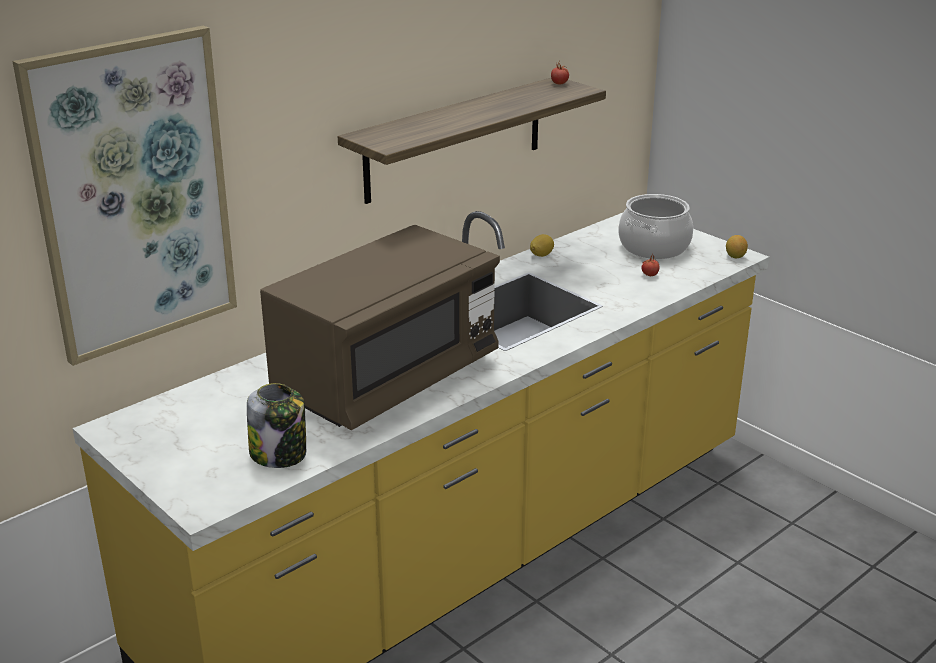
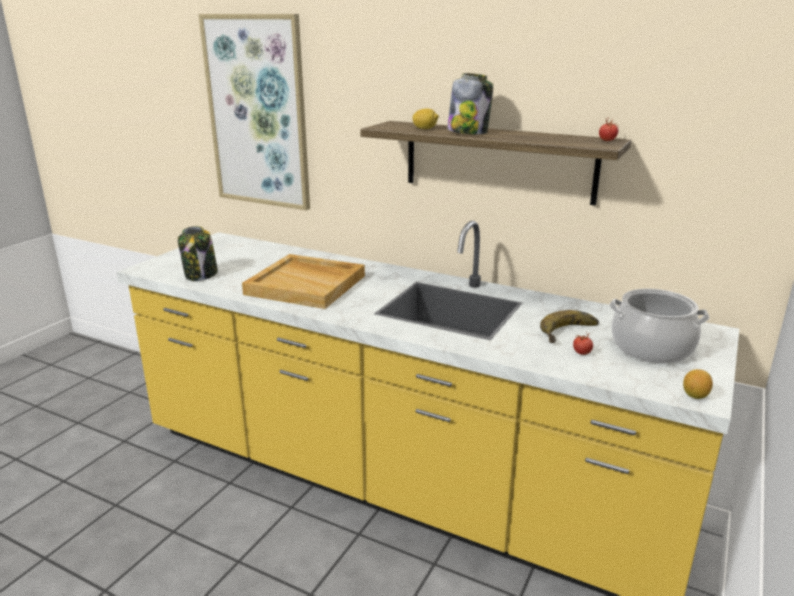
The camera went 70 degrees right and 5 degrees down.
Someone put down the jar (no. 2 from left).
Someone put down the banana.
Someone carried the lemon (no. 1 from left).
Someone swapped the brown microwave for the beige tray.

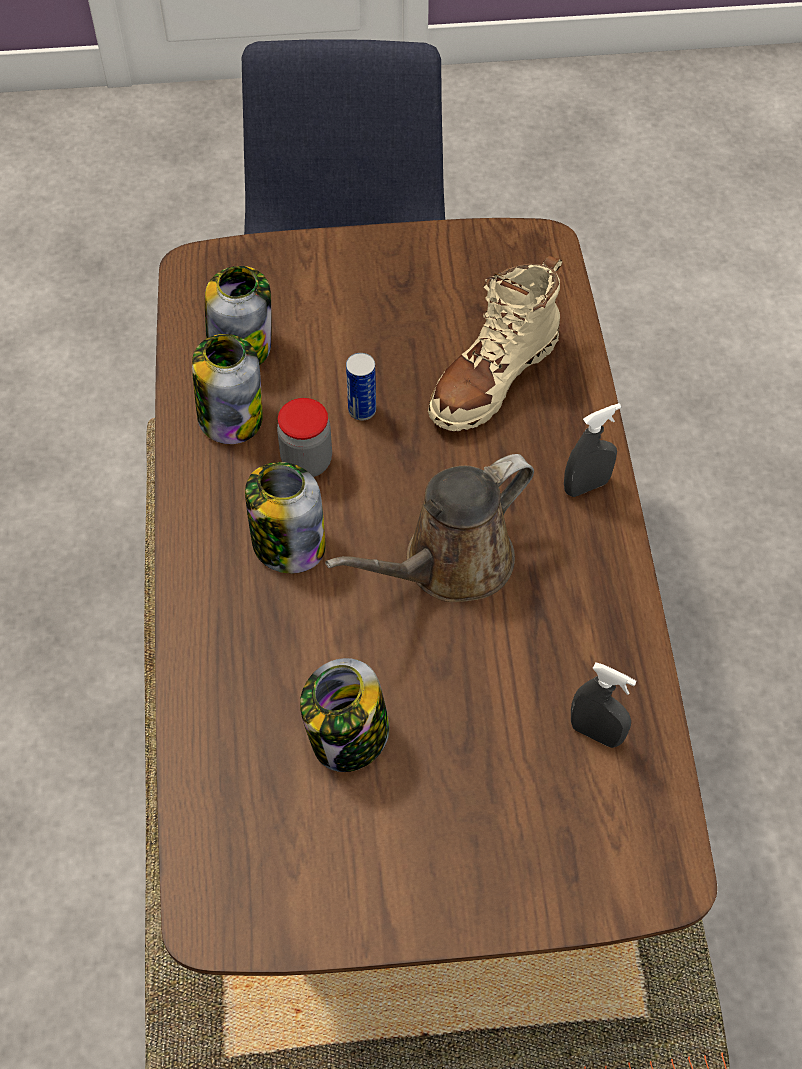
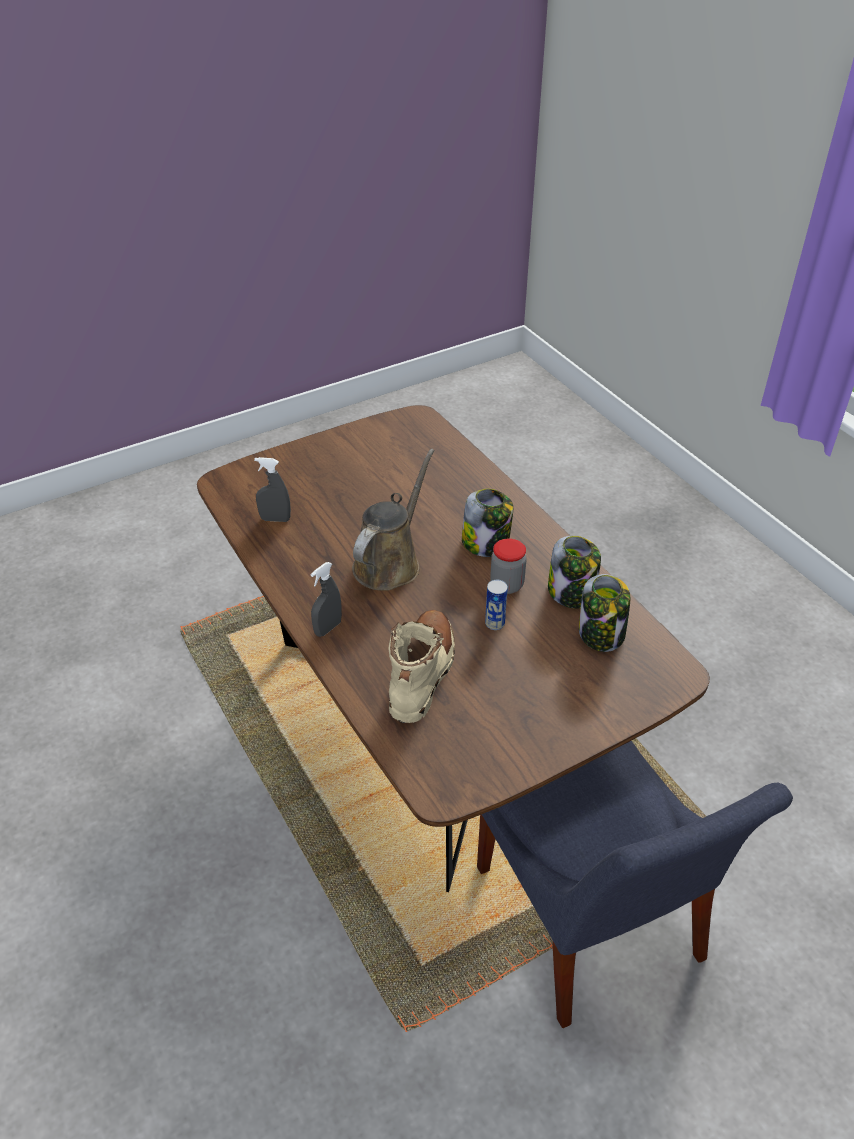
The camera went 155 degrees right and 15 degrees down.
Someone took away the jar (no. 5 from left).

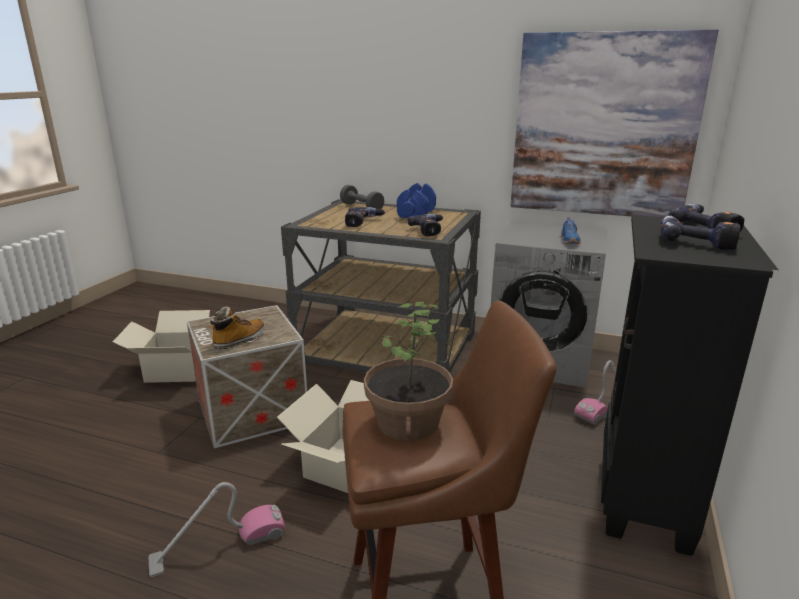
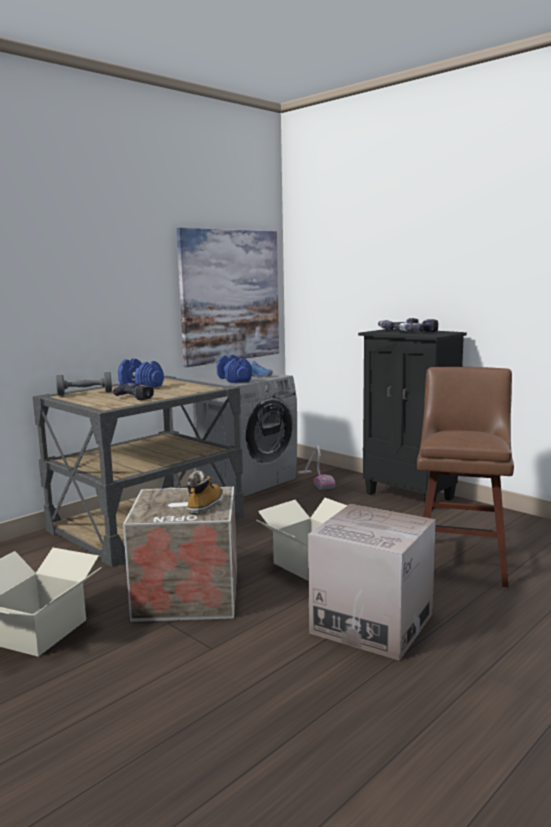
The camera went 65 degrees left and 10 degrees down.
Someone took away the potted plant.
Someone took away the power drill (no. 2 from left).
Someone put down the blue dumbbell (no. 2 from left).
Someone swapped the vacuum cleaner (no. 1 from left) for the cardboard box (no. 3 from left).
Someone rotated the boot by 45 degrees clockwise.

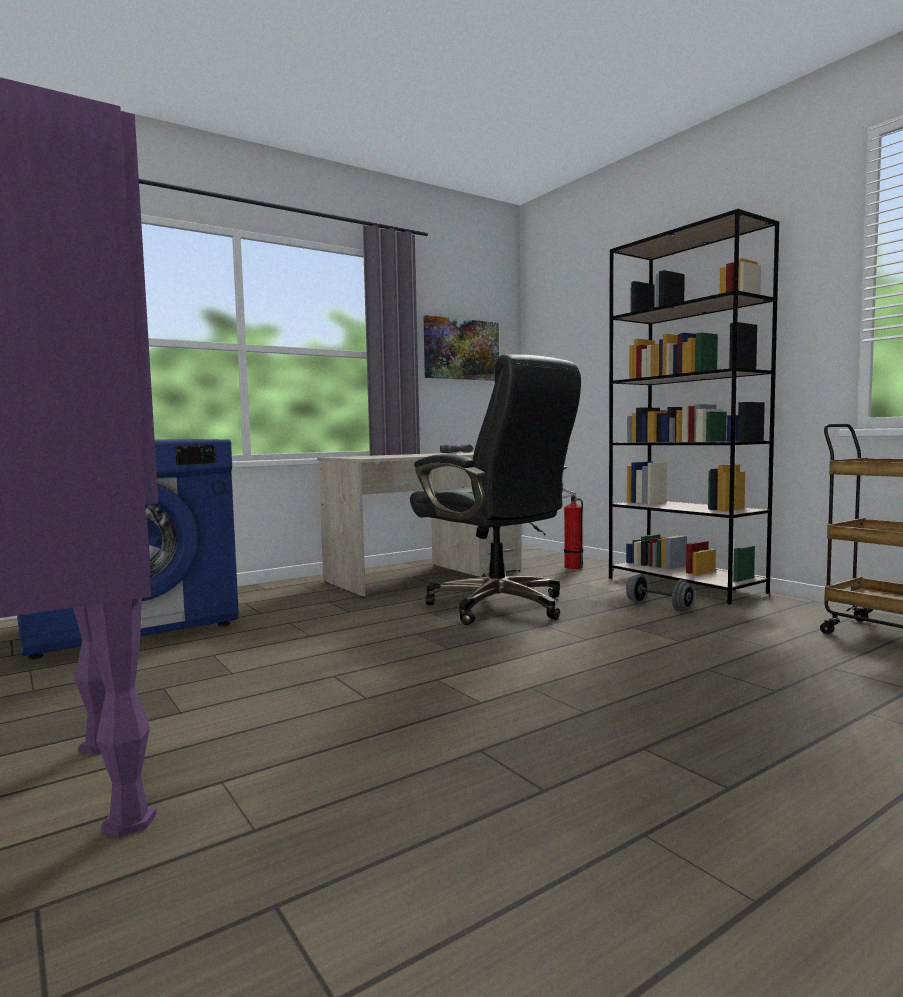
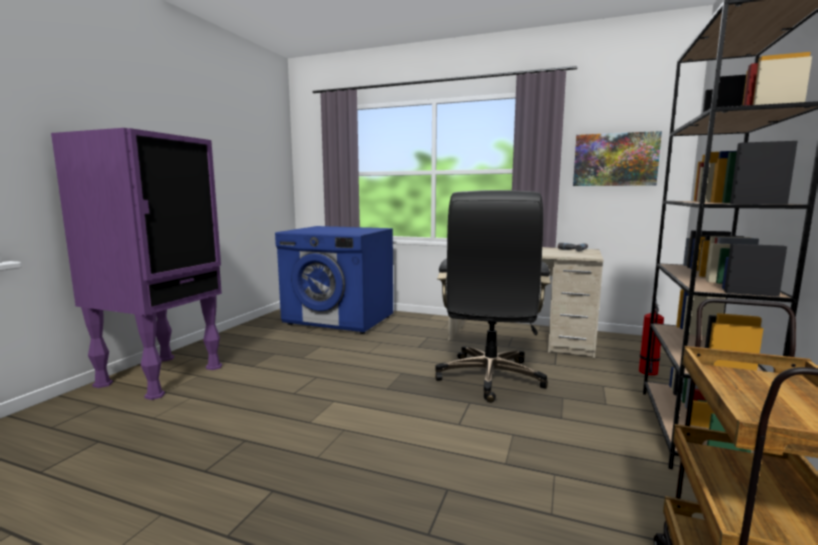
The camera went 55 degrees right and 5 degrees up.
Someone took away the grey dumbbell.

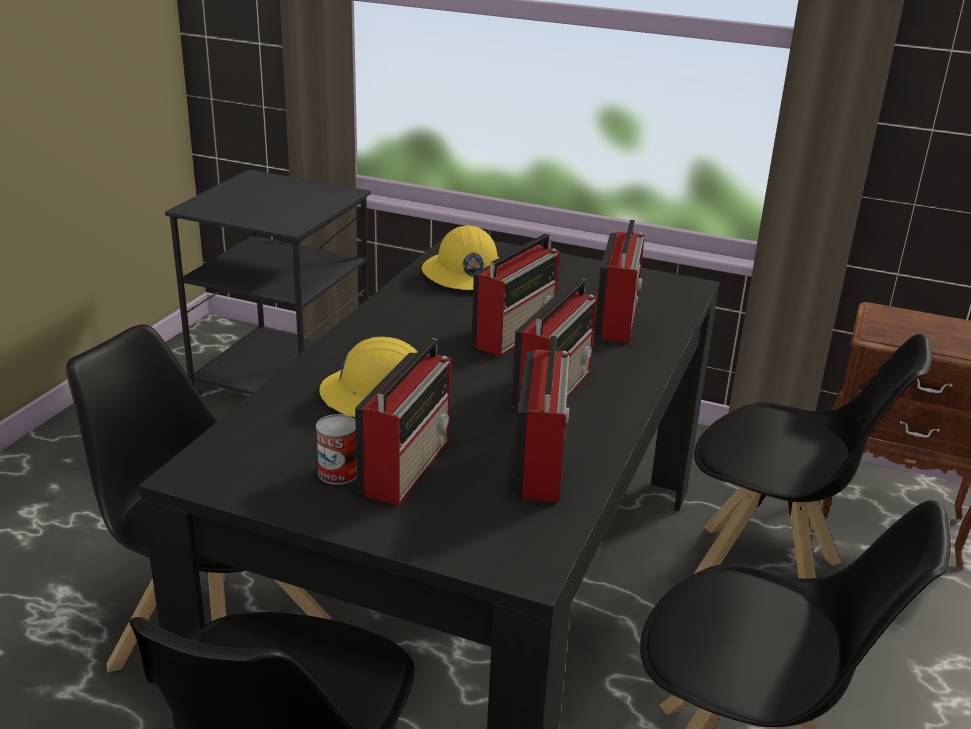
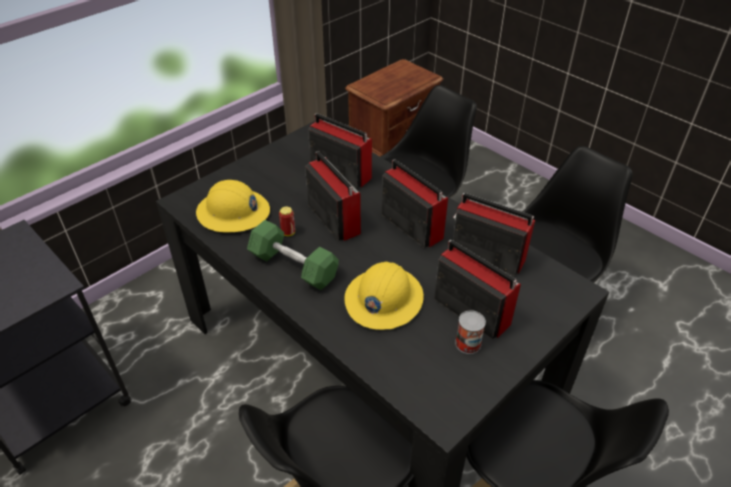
The camera went 65 degrees left and 15 degrees up.
Someone put down the green dumbbell.
Someone put down the can (no. 1 from left).

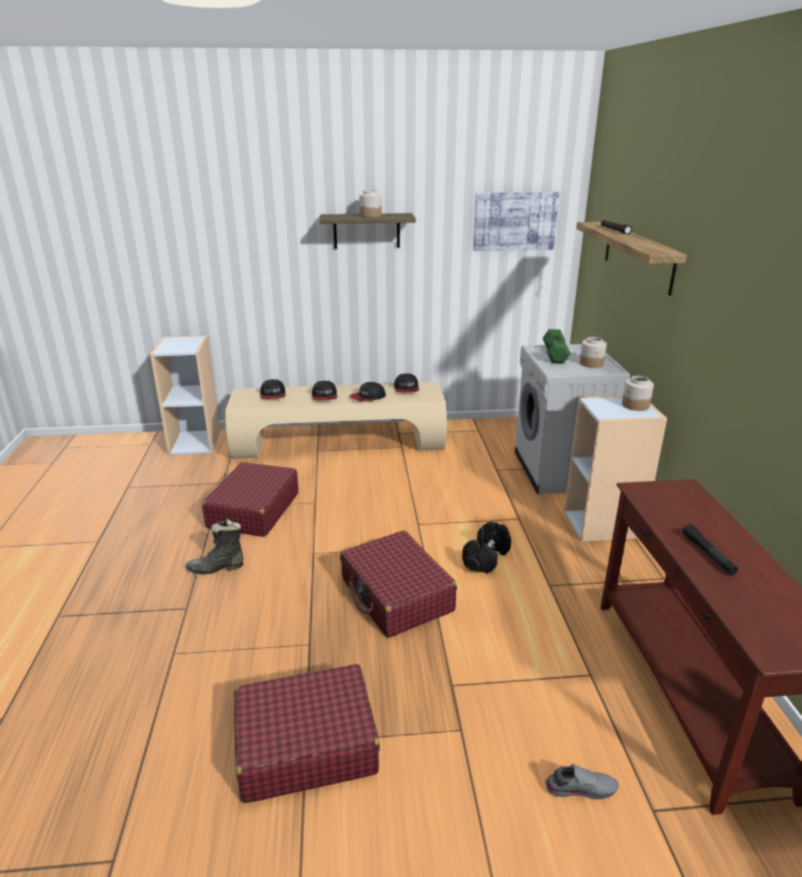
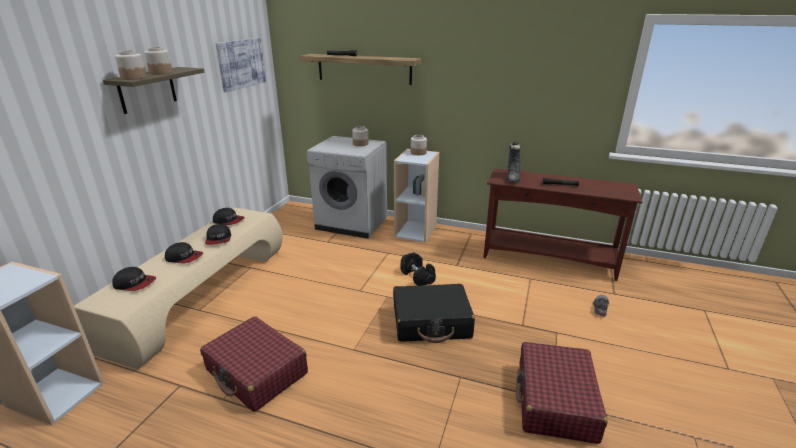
The camera went 65 degrees left and 0 degrees up.
Someone took away the green dumbbell.
Someone put down the jar (no. 1 from left).
Someone carried the black boot.
Someone repainted the red suitcase (no. 3 from left), which became the black suitcase.

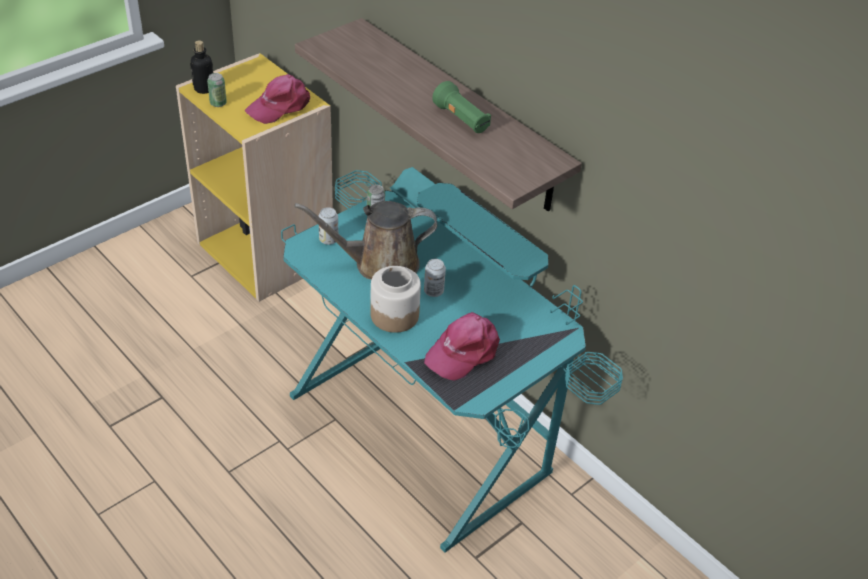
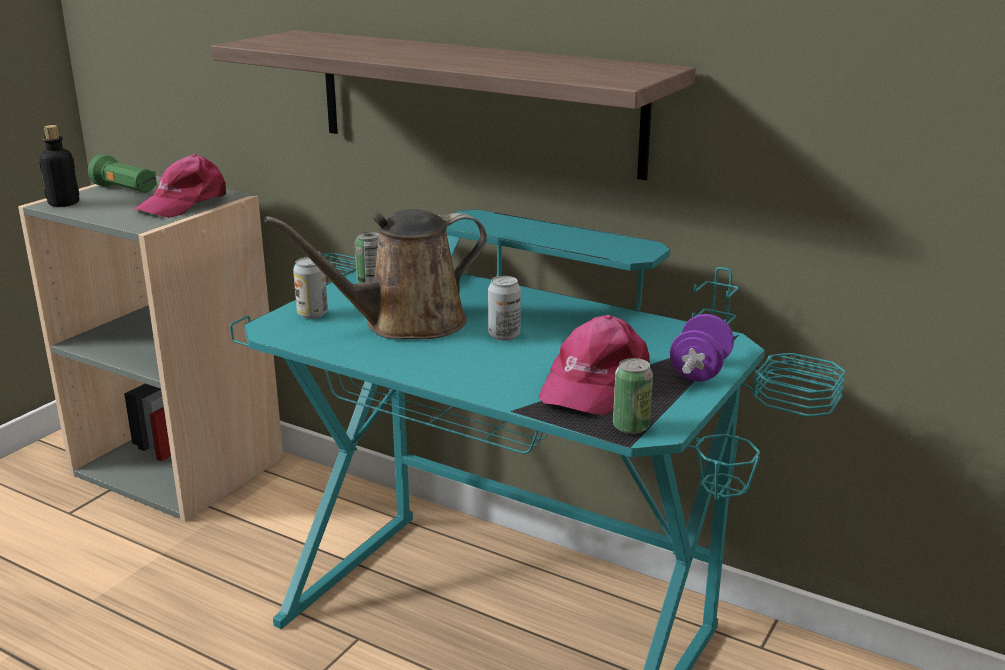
The camera went 15 degrees left and 20 degrees down.
Someone took away the jar.
Someone put down the purple dumbbell.
Someone carried the can (no. 1 from left in the first image).
Someone carried the green flashlight.
Someone repainted the yellow bookcase, which became the grey bookcase.

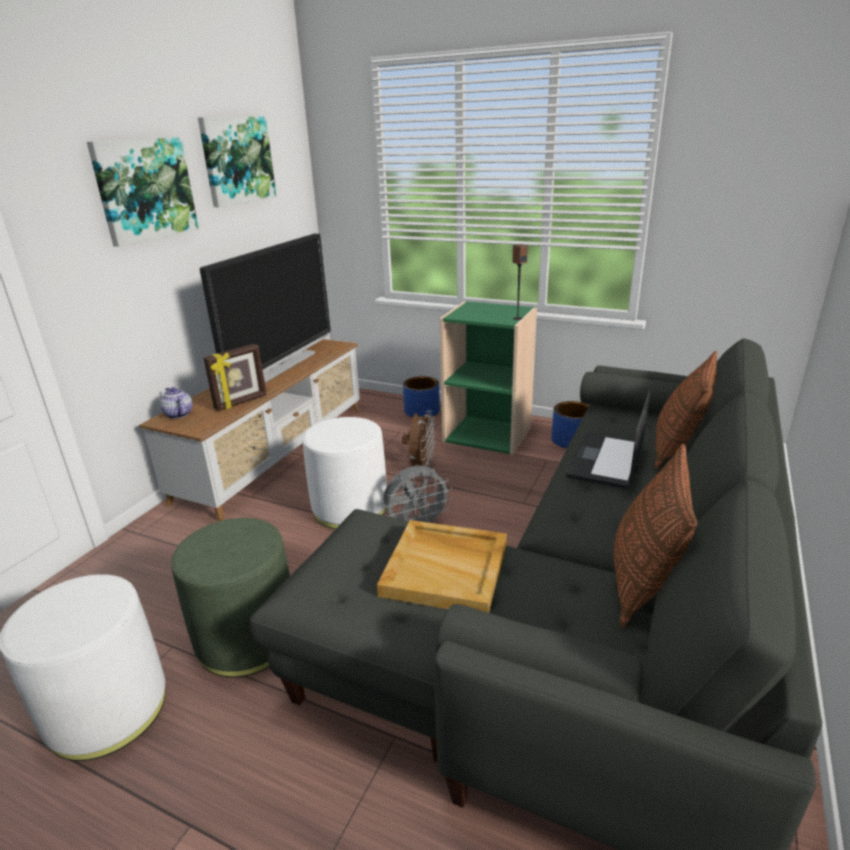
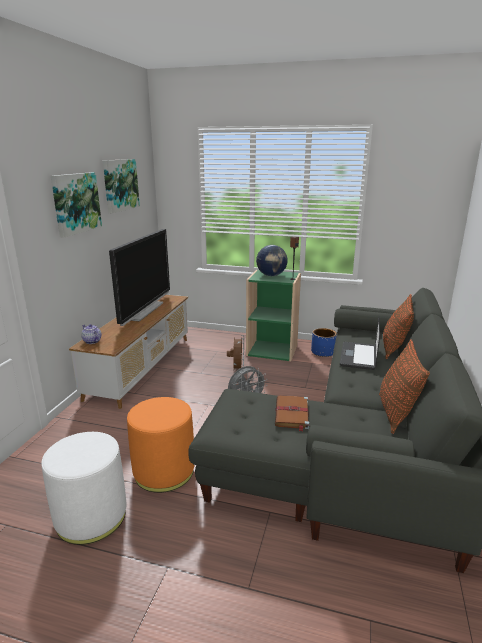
The camera went 10 degrees left and 5 degrees down.
Someone took away the picture frame.
Someone took away the white ottoman (no. 2 from left).
Someone took away the blue planter (no. 1 from left).
Someone put down the globe.
Someone swapped the beige tray for the brown book.
Someone repainted the green ottoman, which became the orange ottoman.

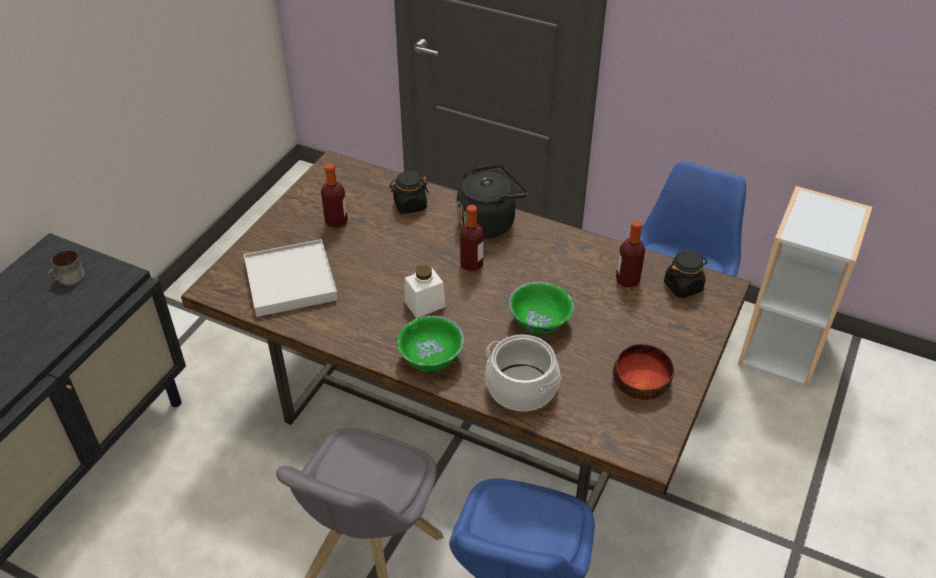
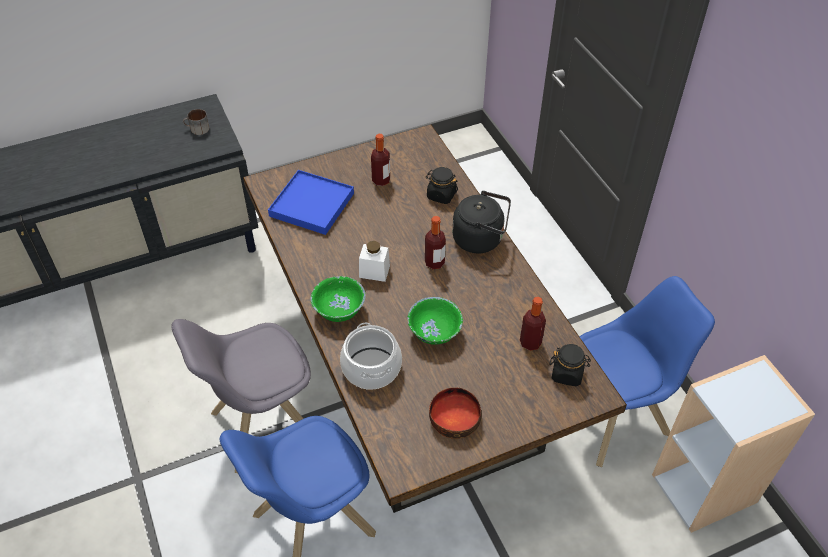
The camera went 40 degrees right and 5 degrees up.
Someone repainted the white tray, which became the blue tray.

